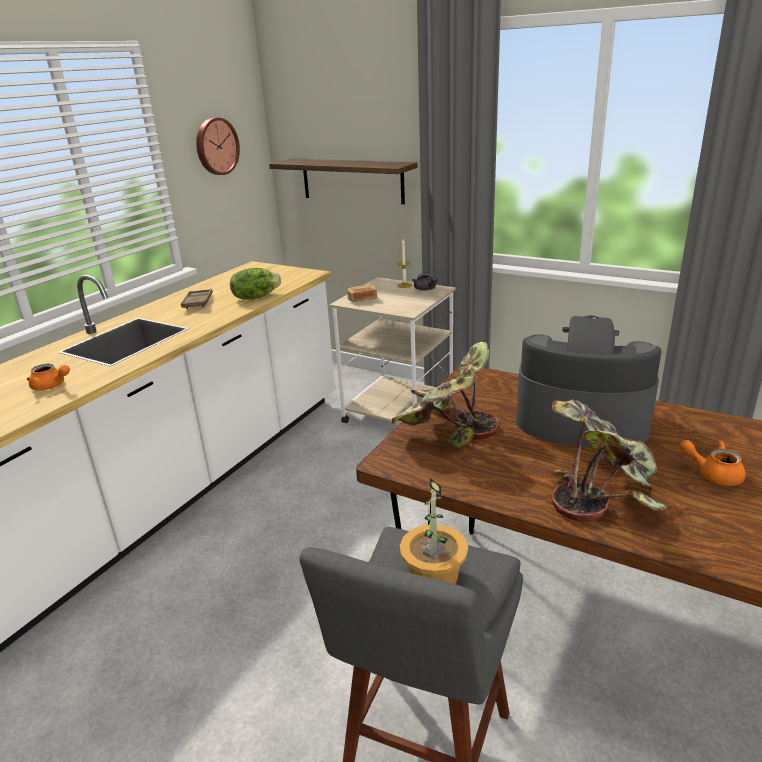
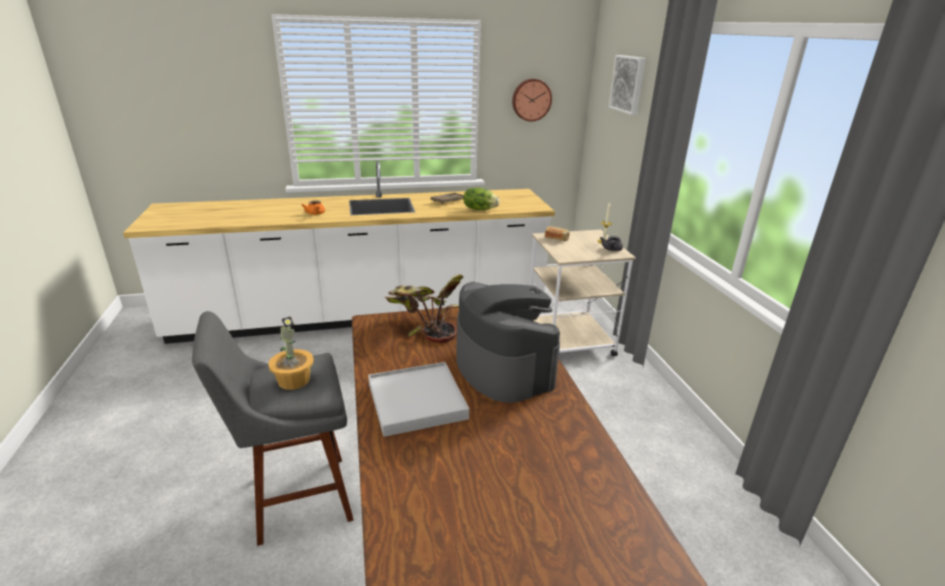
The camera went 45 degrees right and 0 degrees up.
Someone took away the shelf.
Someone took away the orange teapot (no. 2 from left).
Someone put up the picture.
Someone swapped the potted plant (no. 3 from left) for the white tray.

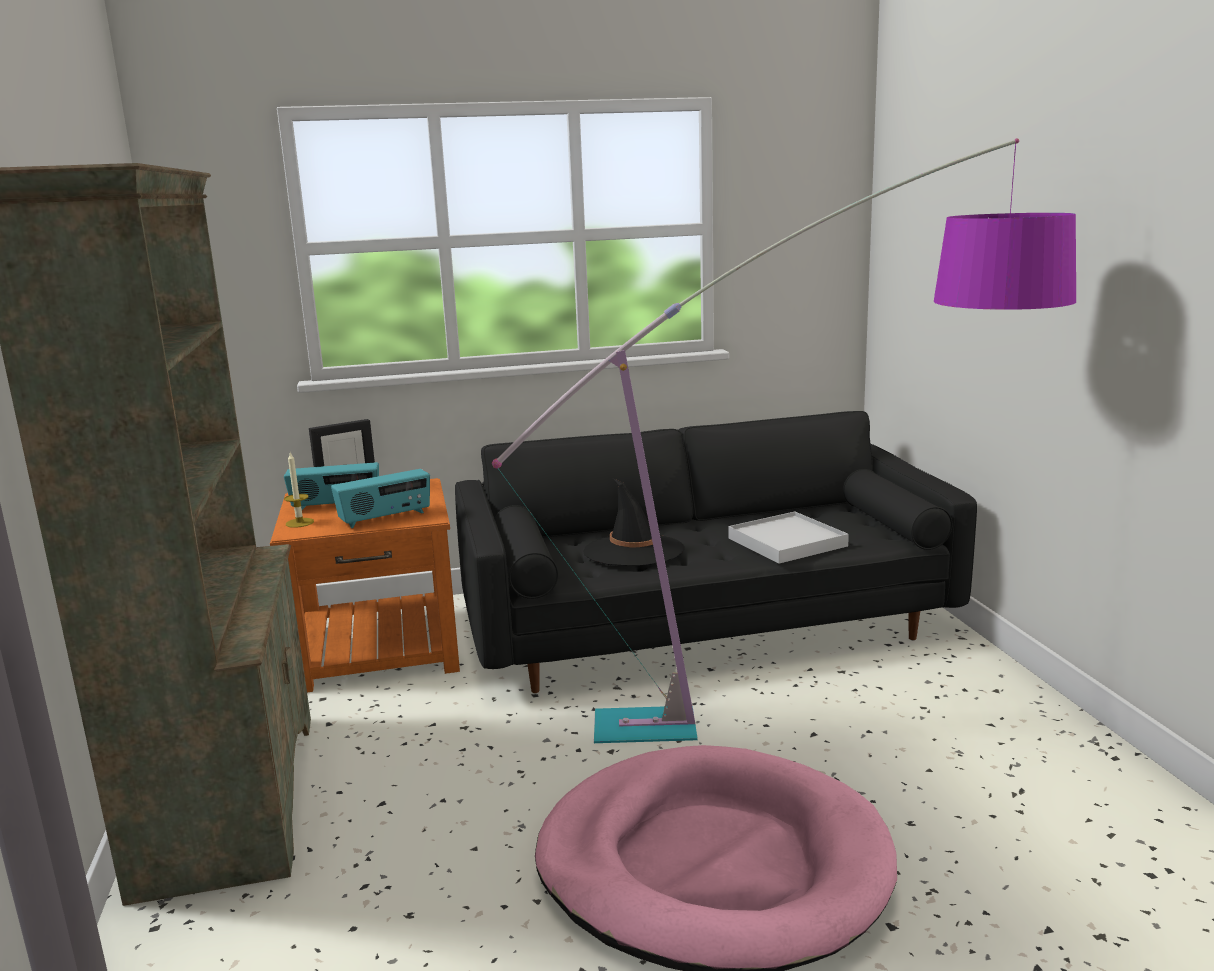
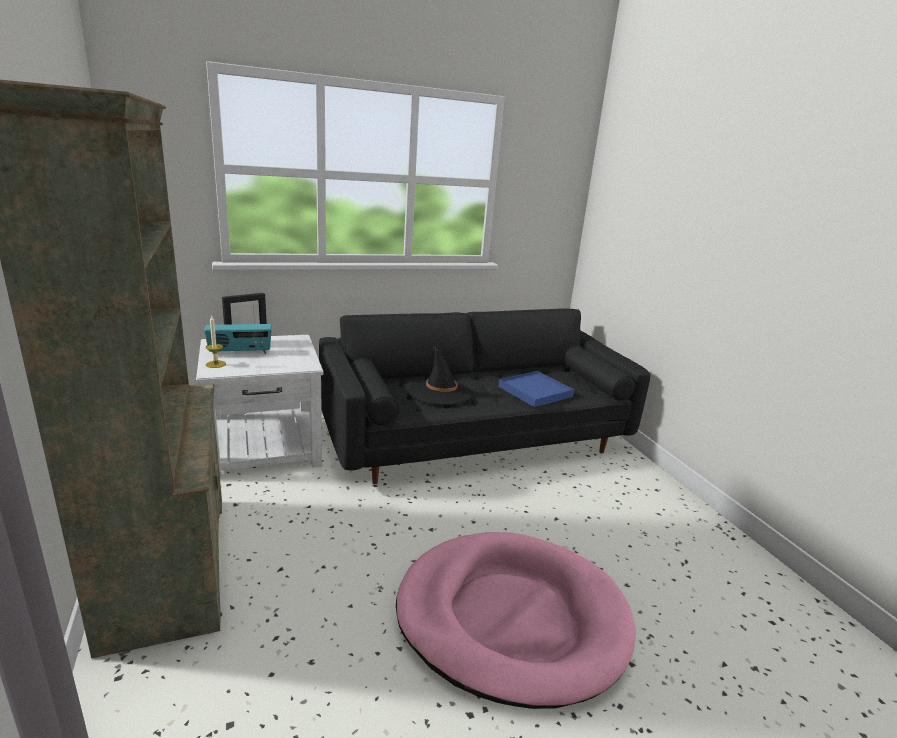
The camera went 10 degrees left and 5 degrees up.
Someone took away the radio (no. 2 from left).
Someone took away the floor lamp.
Someone repainted the orange side table, which became the white side table.
Someone repainted the white tray, which became the blue tray.

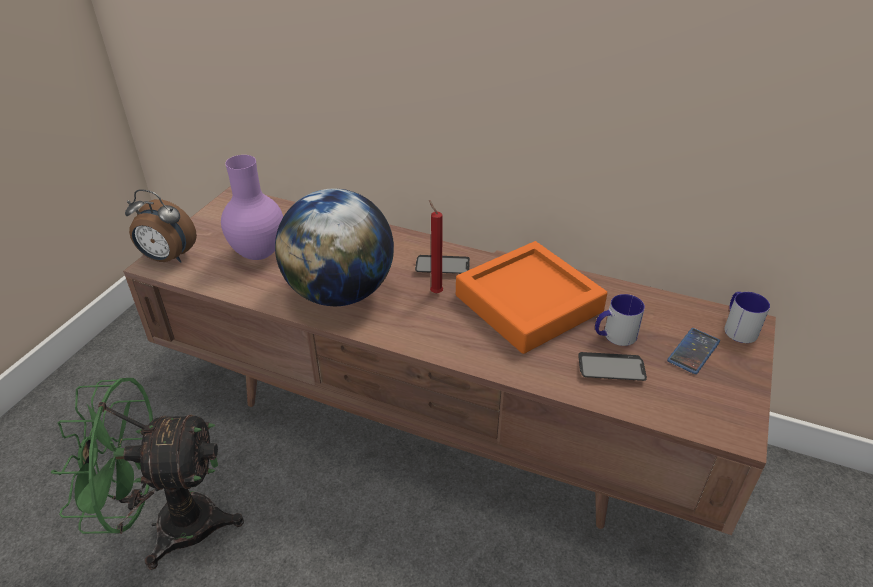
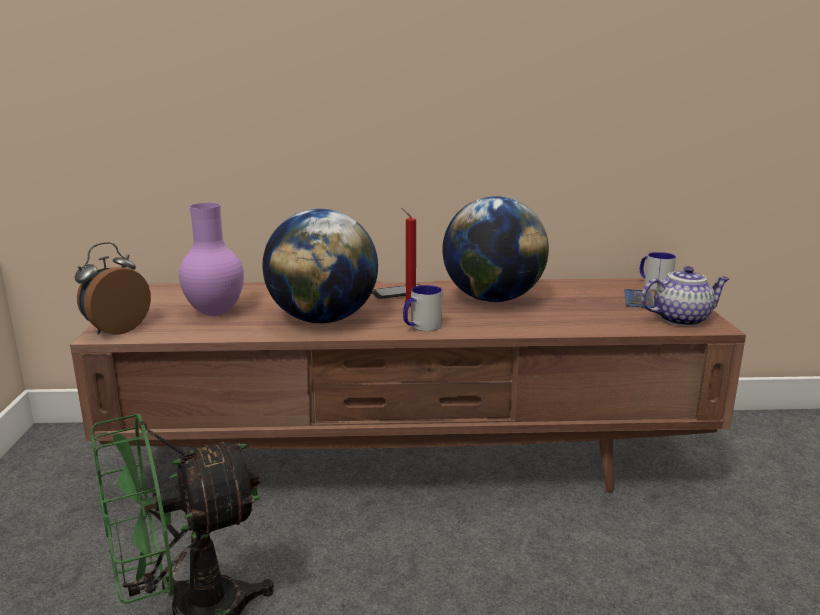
The camera went 25 degrees left and 20 degrees down.
Someone took away the phone (no. 2 from left).
Someone put down the teapot.
Someone carried the mug (no. 1 from left).
Someone swapped the orange tray for the globe (no. 2 from left).
Someone rotated the alarm clock by 135 degrees clockwise.

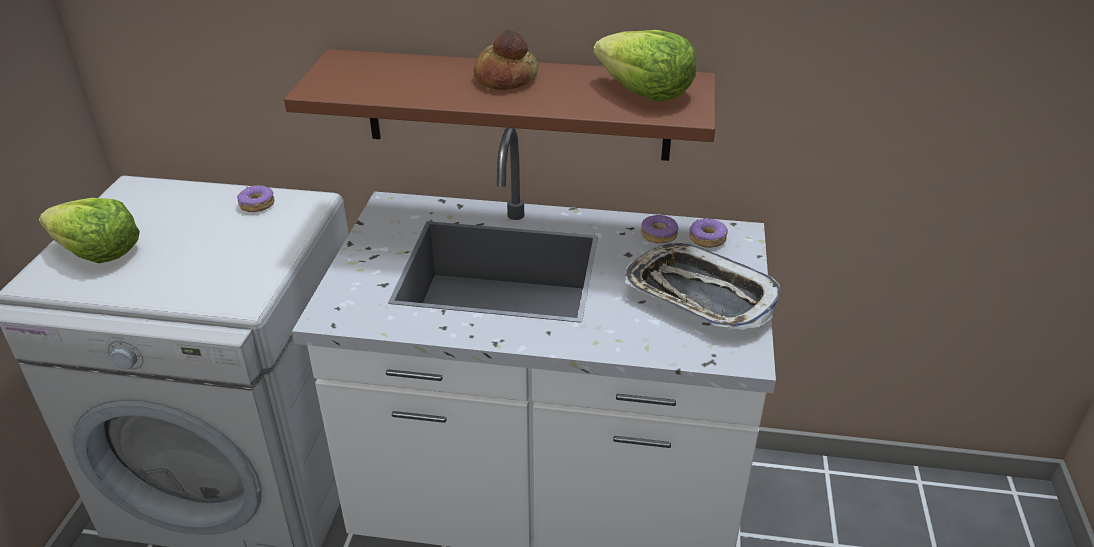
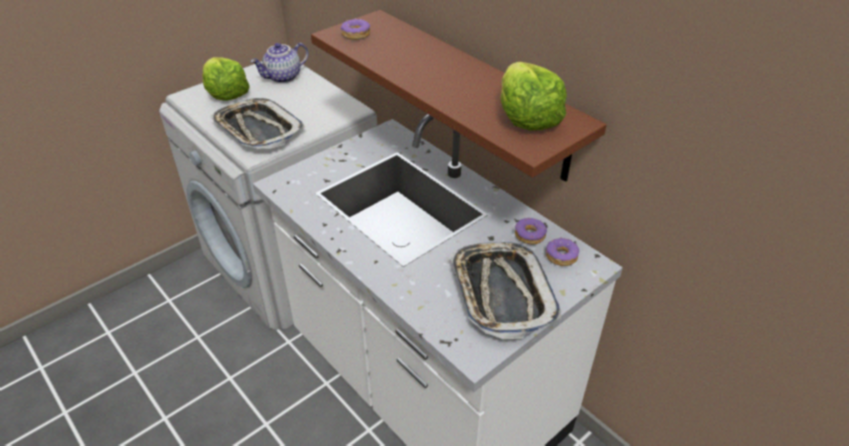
The camera went 40 degrees right and 5 degrees up.
Someone took away the bread.
Someone put down the tray (no. 1 from left).
Someone put down the teapot.
Someone carried the donut (no. 1 from left).

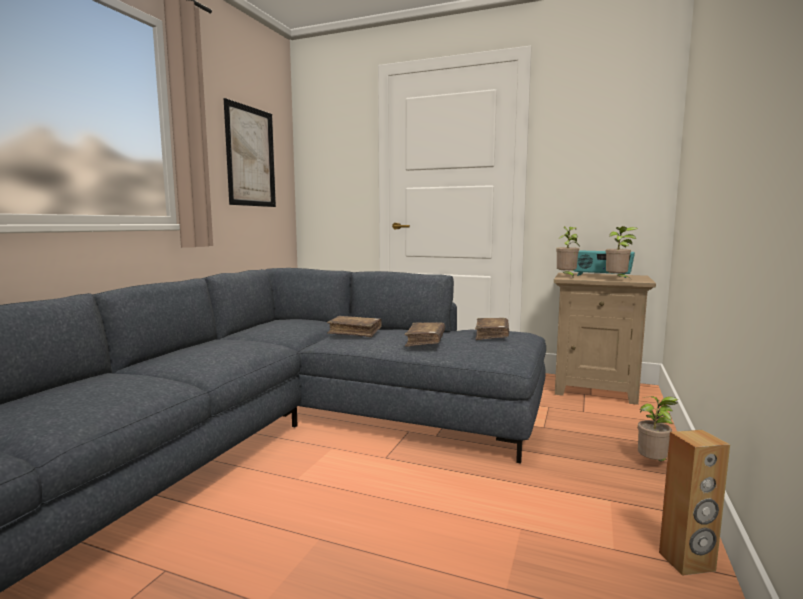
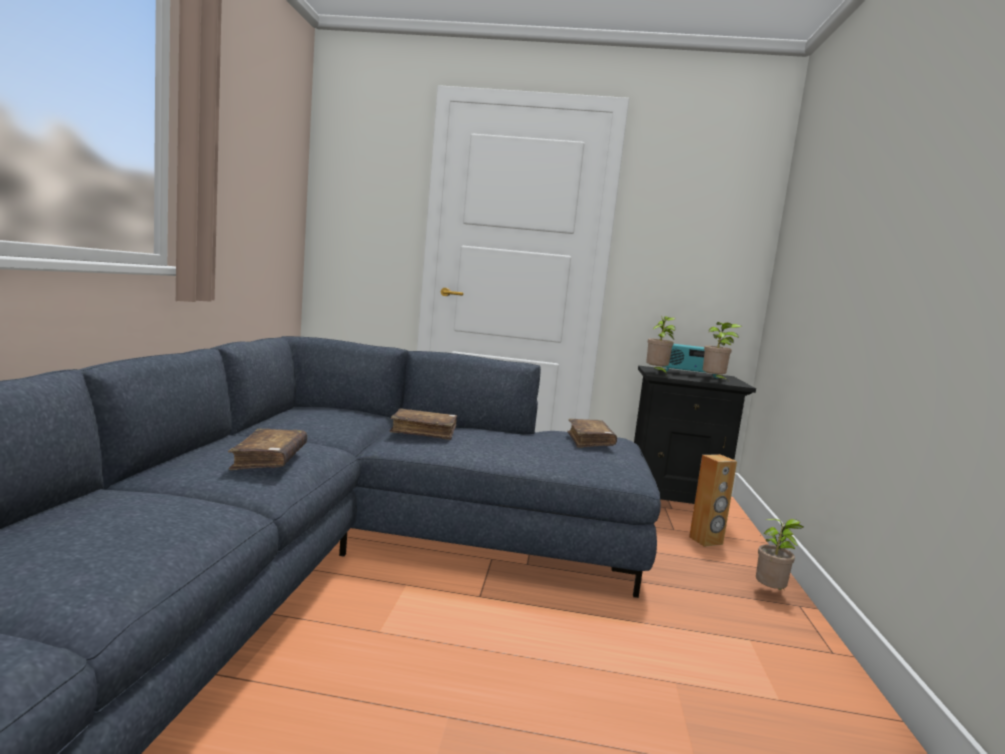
The camera went 15 degrees left and 0 degrees up.
Someone took away the picture.
Someone carried the brown book (no. 2 from left in the first image).
Someone carried the brown speaker.
Someone repainted the beige nightstand, which became the black nightstand.

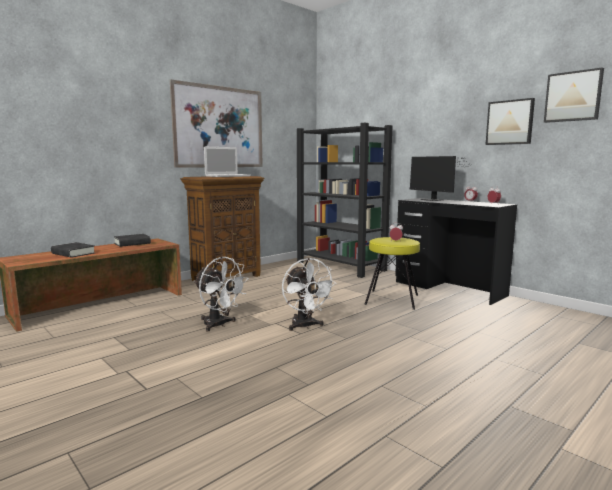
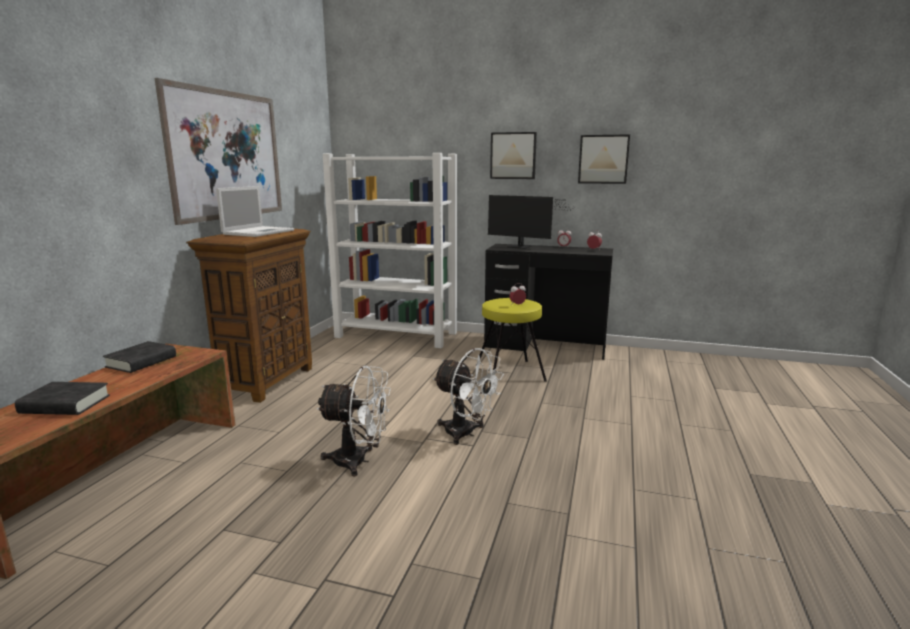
The camera went 30 degrees left and 5 degrees up.
Someone carried the picture (no. 3 from left in the first image).
Someone repainted the black bookcase, which became the white bookcase.

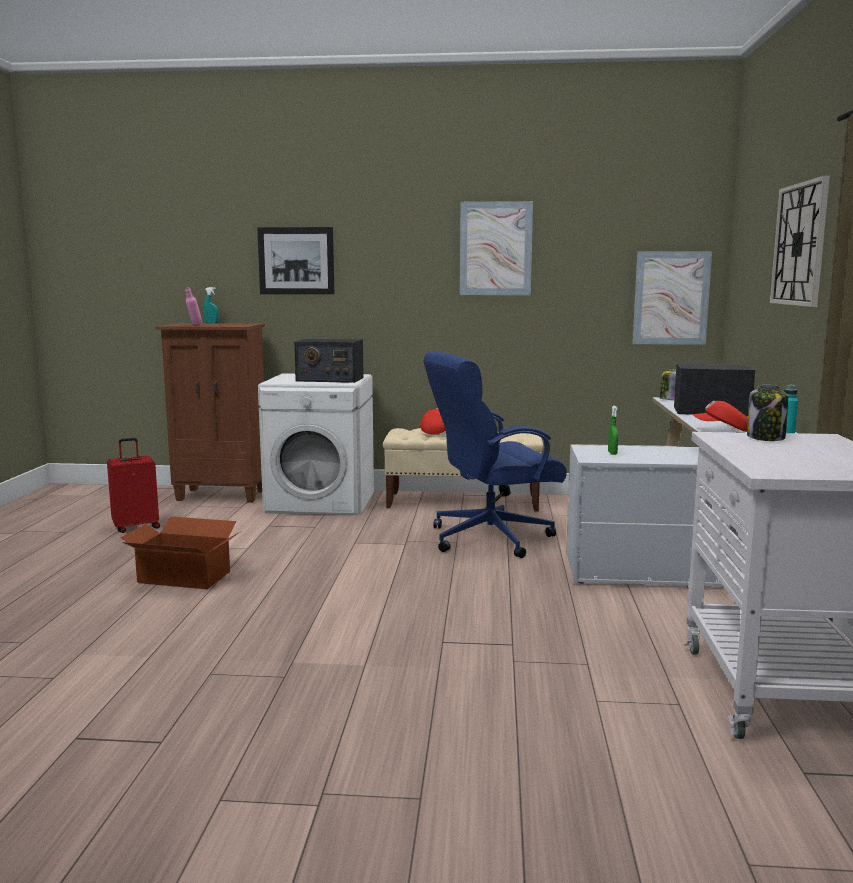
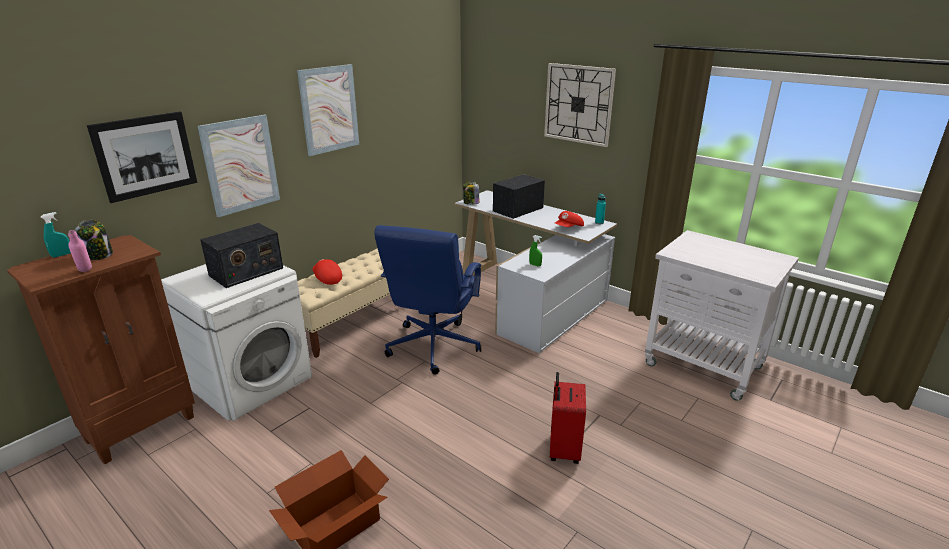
The camera went 55 degrees left and 15 degrees up.
Someone carried the red suitcase.
Someone carried the picture (no. 3 from left in the first image).
Someone carried the jar (no. 2 from left in the first image).

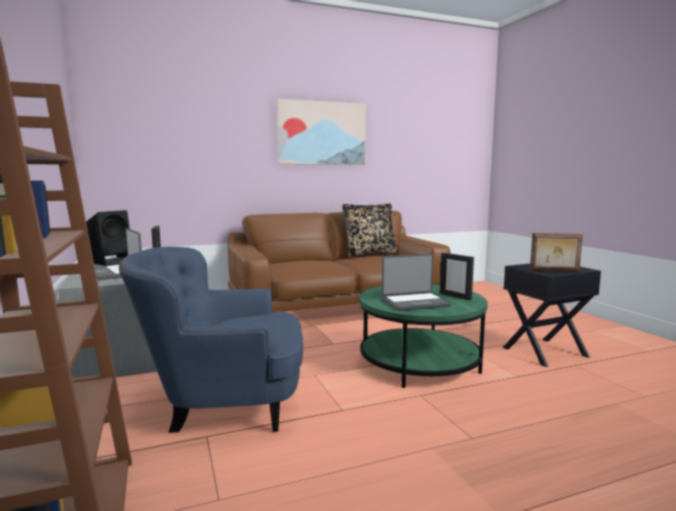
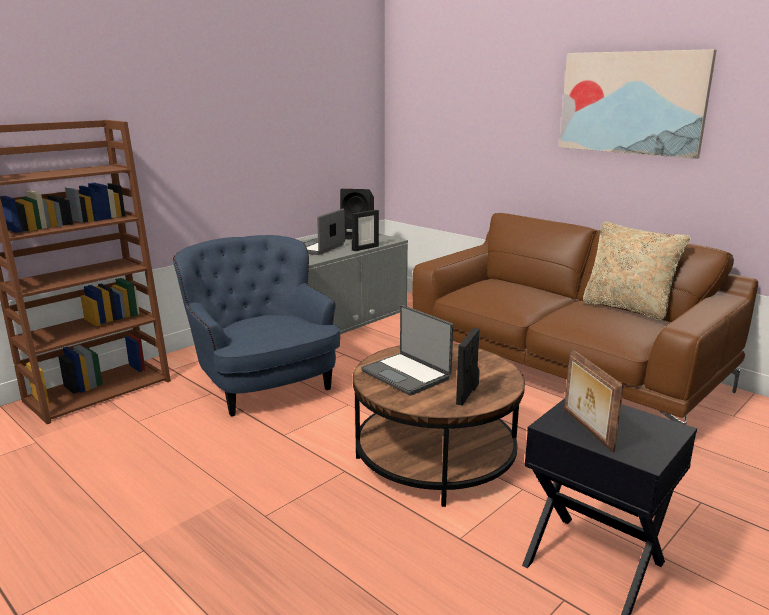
The camera went 65 degrees right and 10 degrees up.
Someone repainted the black pillow, which became the beige pillow.
Someone repainted the green coffee table, which became the brown coffee table.

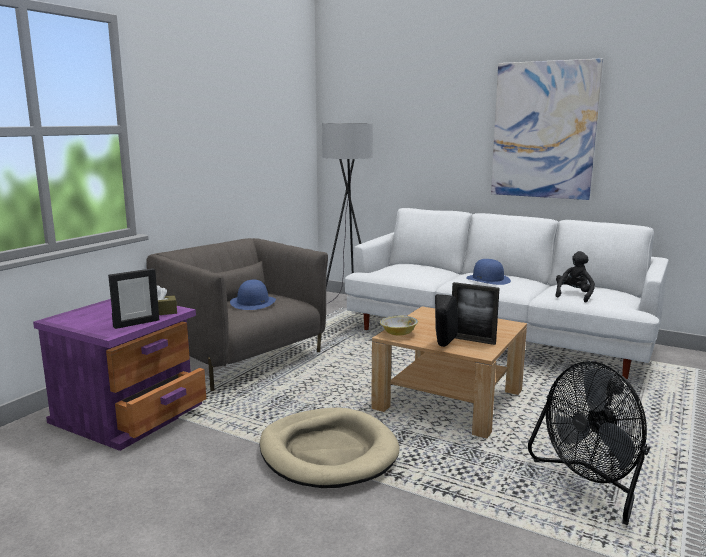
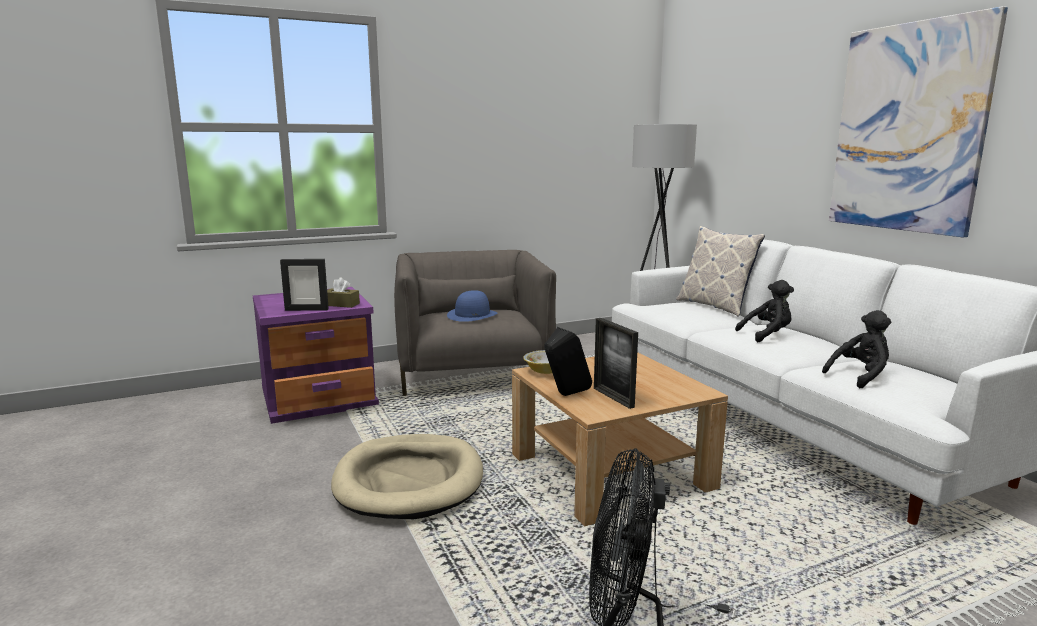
The camera went 35 degrees right and 0 degrees up.
Someone put down the pillow.
Someone swapped the blue hat (no. 2 from left) for the black plush toy (no. 1 from left).

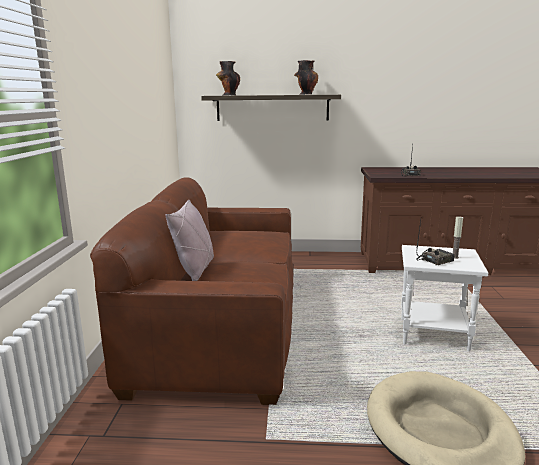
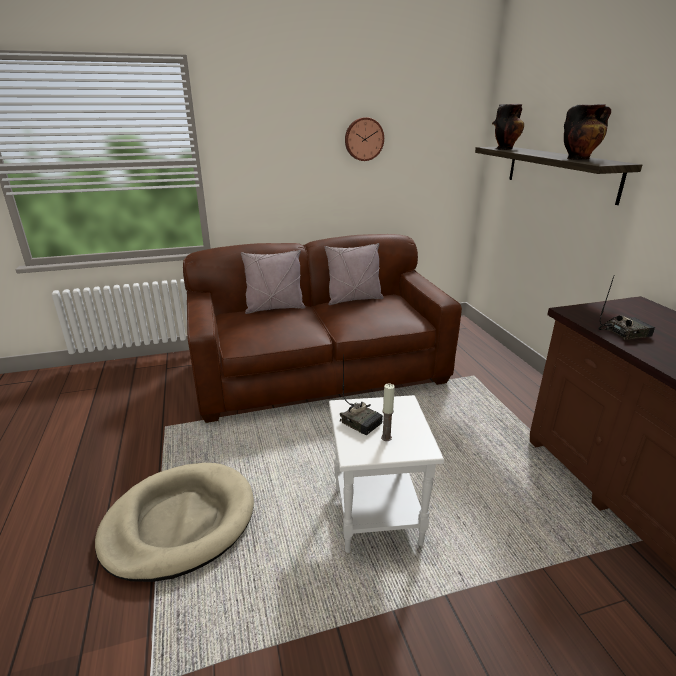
The camera went 70 degrees right and 10 degrees up.
Someone put down the purple pillow (no. 2 from left).
Someone put up the wall clock.

